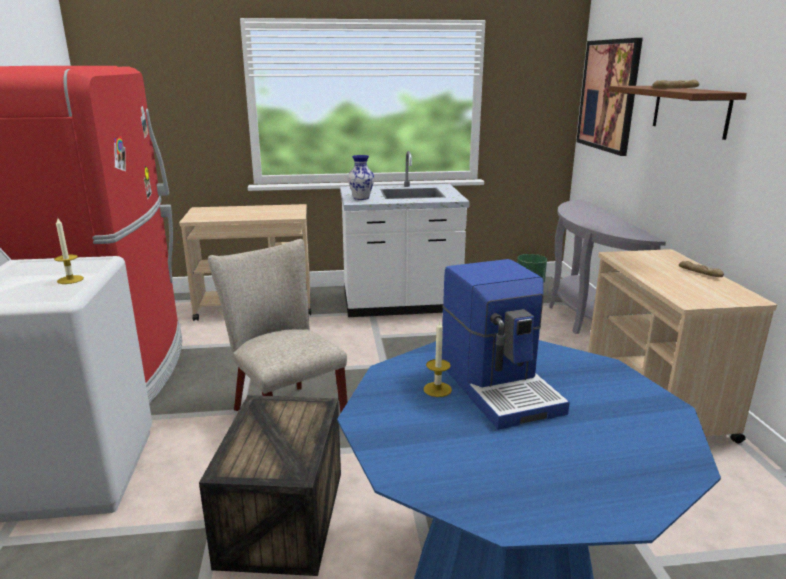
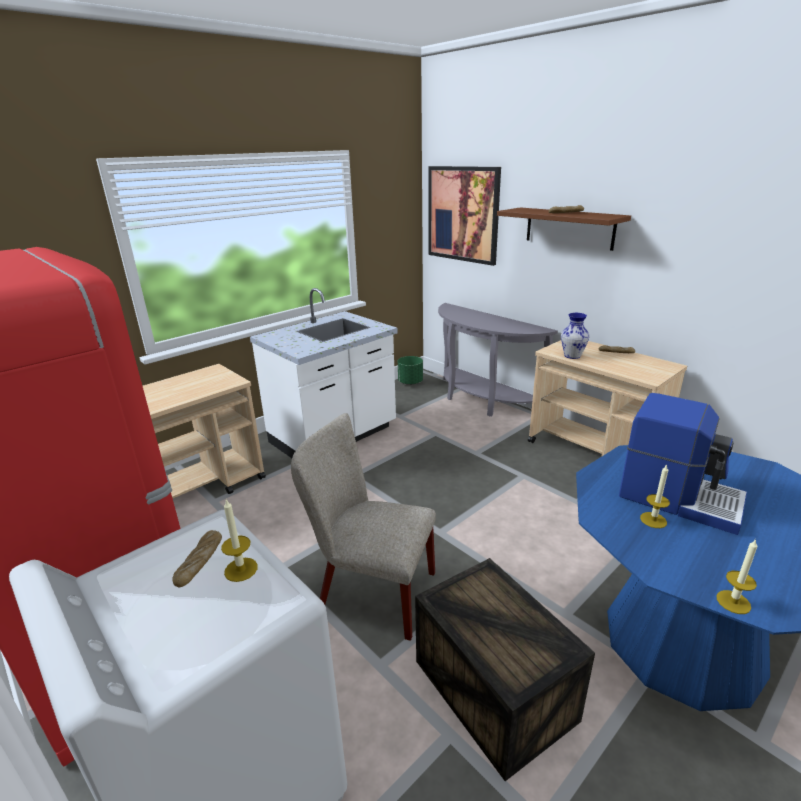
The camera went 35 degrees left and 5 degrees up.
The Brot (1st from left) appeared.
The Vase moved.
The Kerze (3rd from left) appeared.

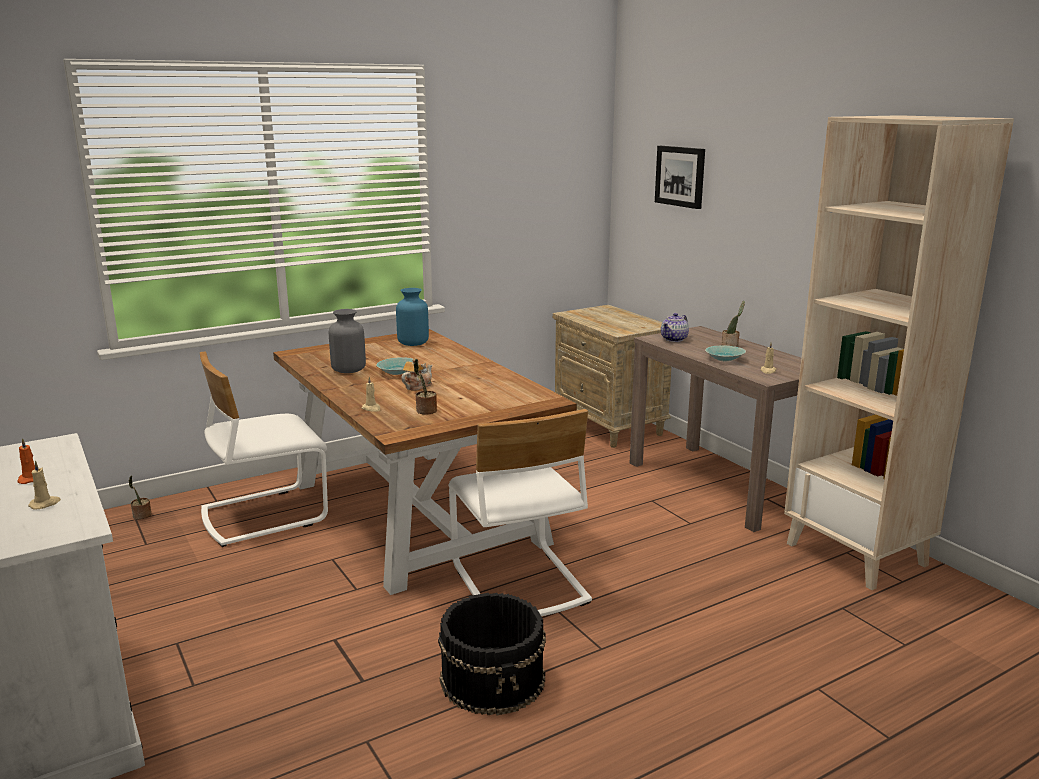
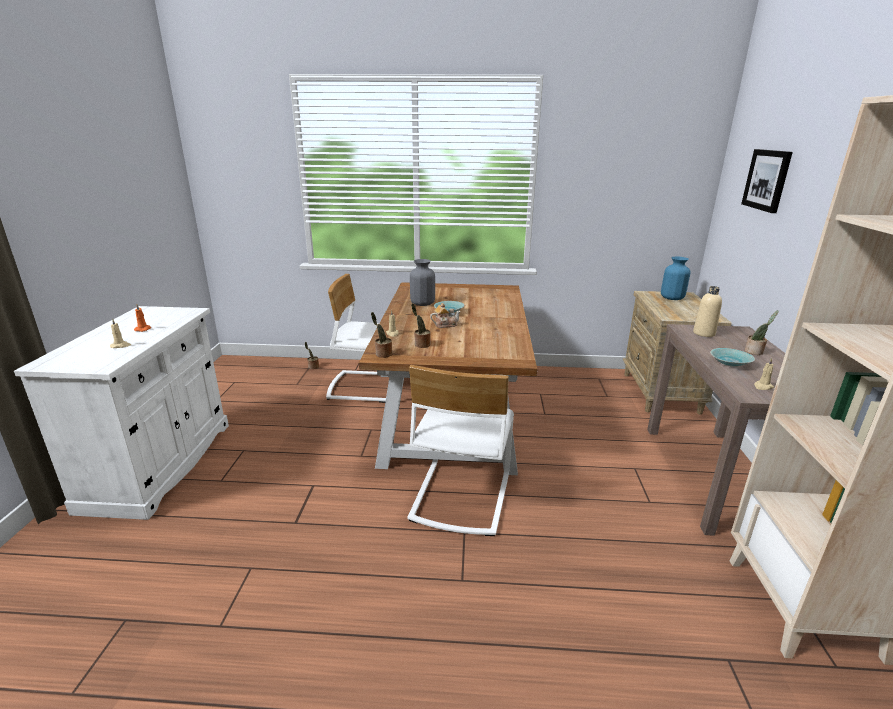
The camera went 35 degrees right and 5 degrees up.
The Topfpflanze (2nd from left) appeared.
The Vase/blau moved.
The Teekanne (2nd from left) was replaced by the Flasche/beige.
The Eimer/schwarz disappeared.

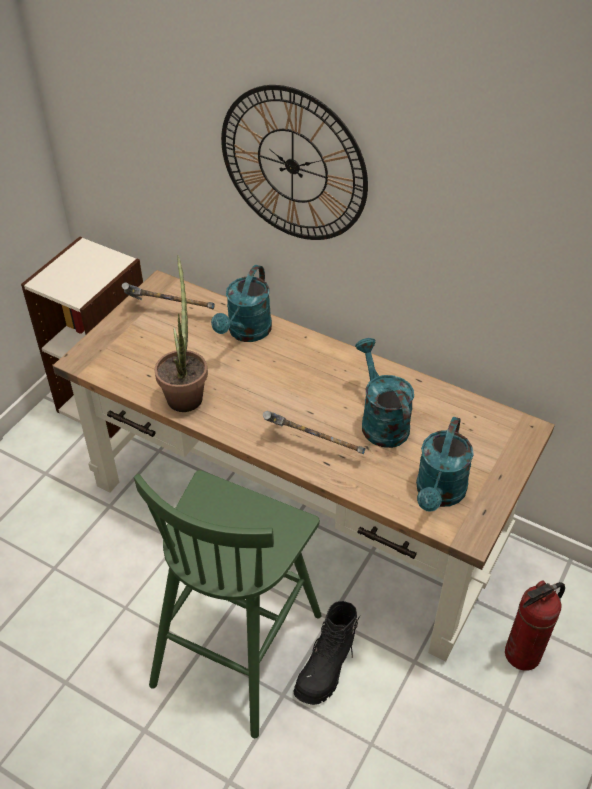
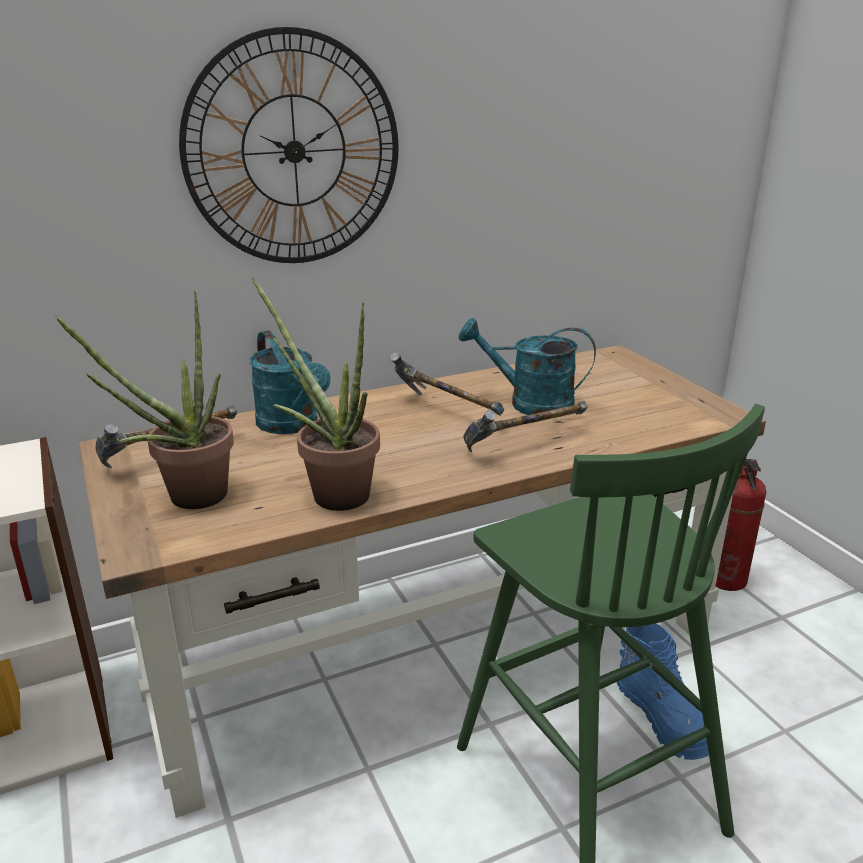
The camera went 55 degrees left and 20 degrees down.
The Topfpflanze (1st from left) appeared.
The Hammer (2nd from left) appeared.
The Stiefel/schwarz became the Stiefel/blau.
The Gießkanne/türkis (3rd from left) disappeared.

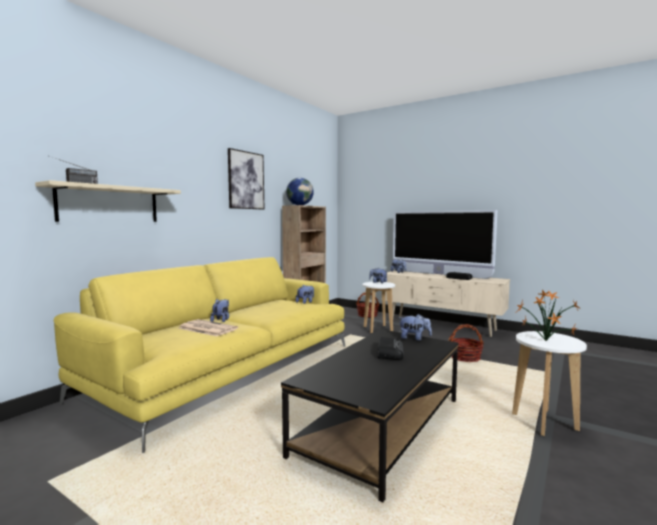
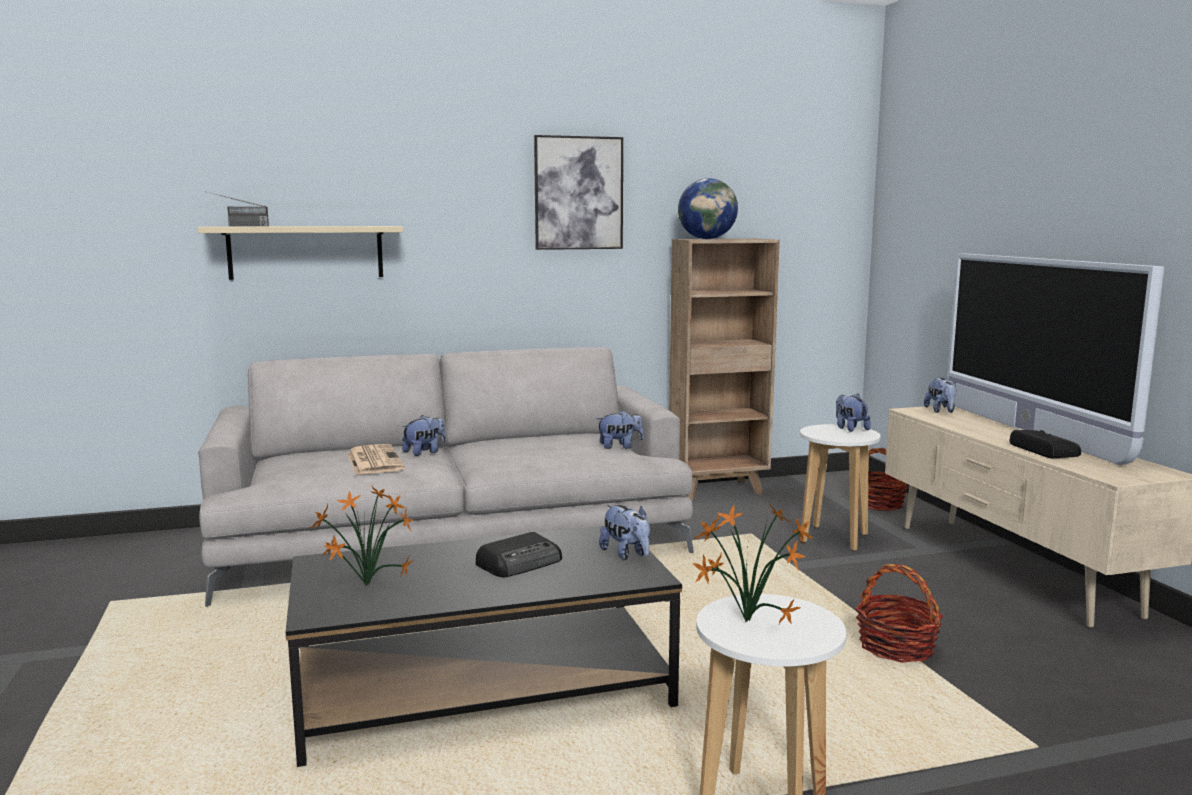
The camera went 40 degrees right and 5 degrees up.
The Sofa/gelb became the Sofa/grau.
The Topfpflanze (1st from left) appeared.

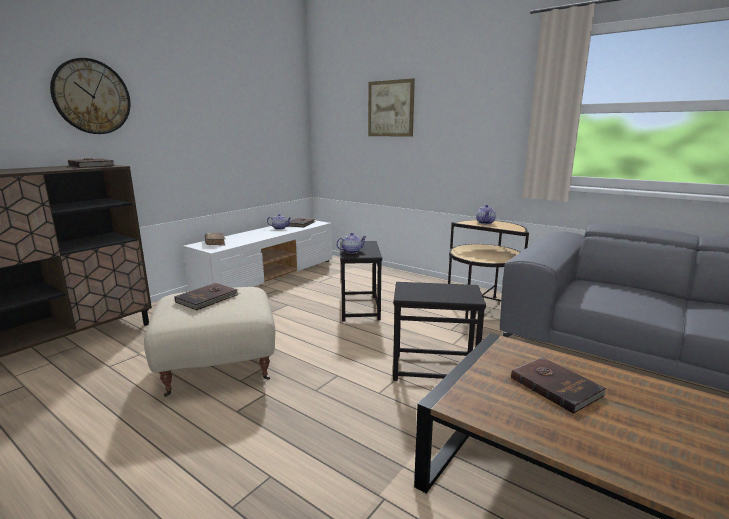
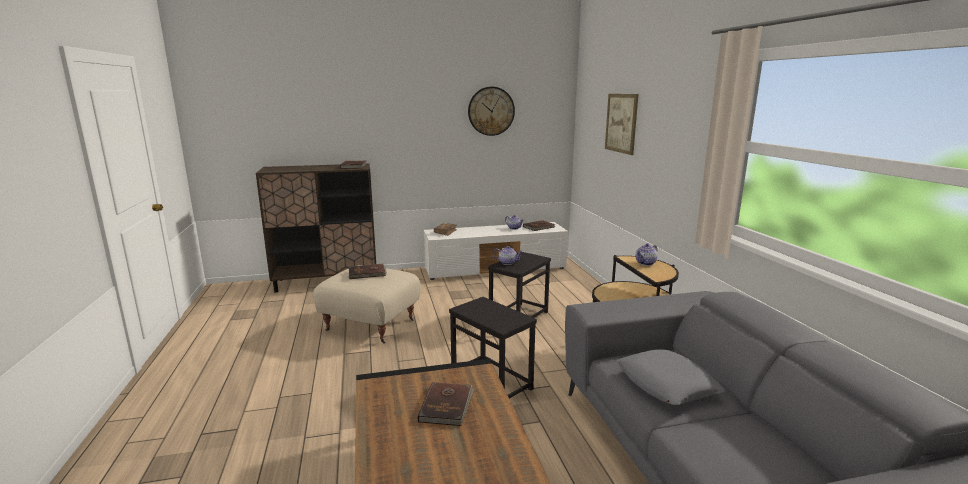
The camera went 40 degrees right and 0 degrees up.
The Wanduhr moved.
The Kissen/grau appeared.

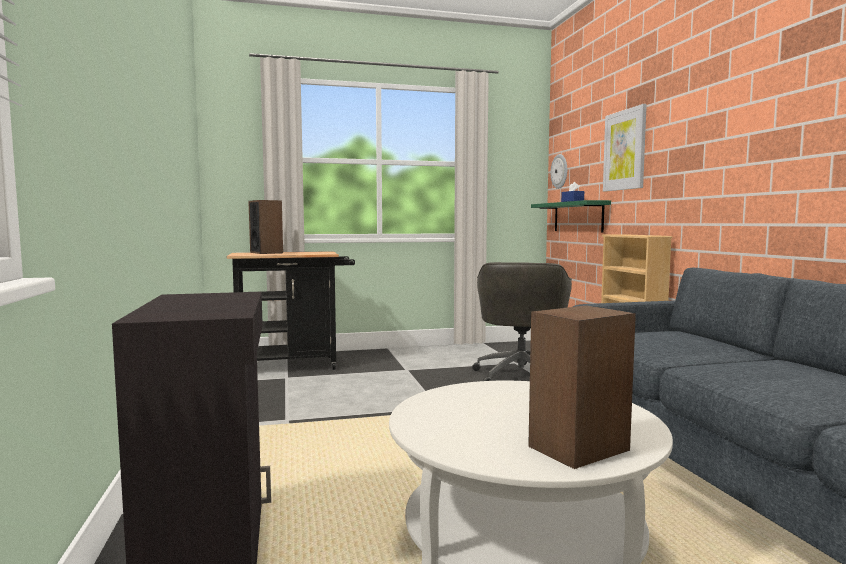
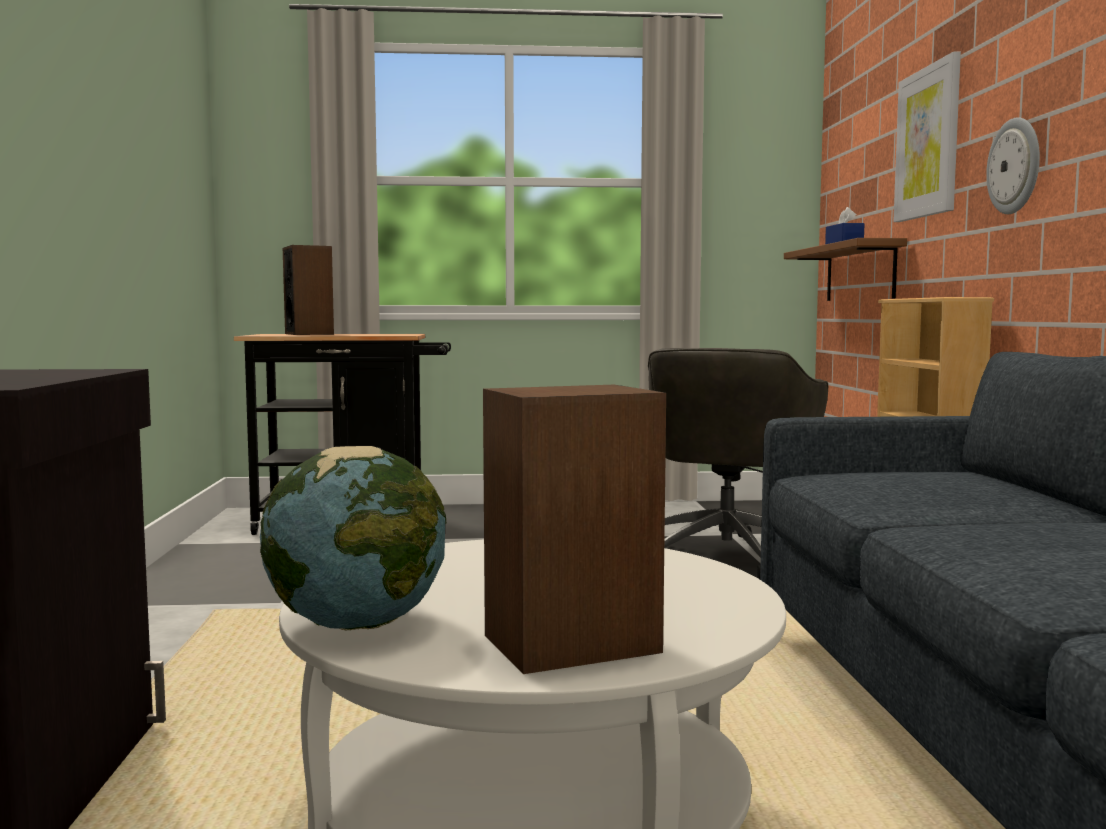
The camera went 10 degrees right and 0 degrees up.
The Globus appeared.
The Wandregal/grün became the Wandregal/braun.
The Wanduhr moved.

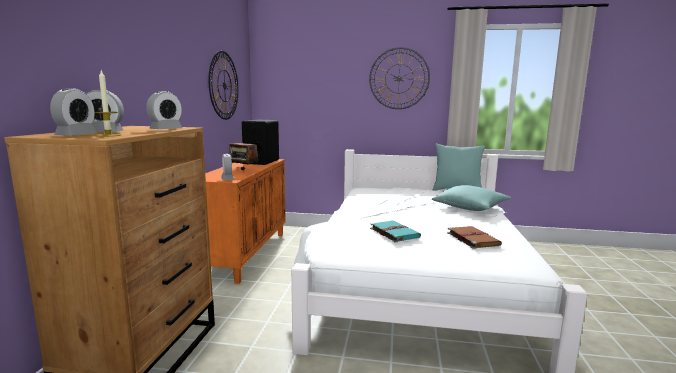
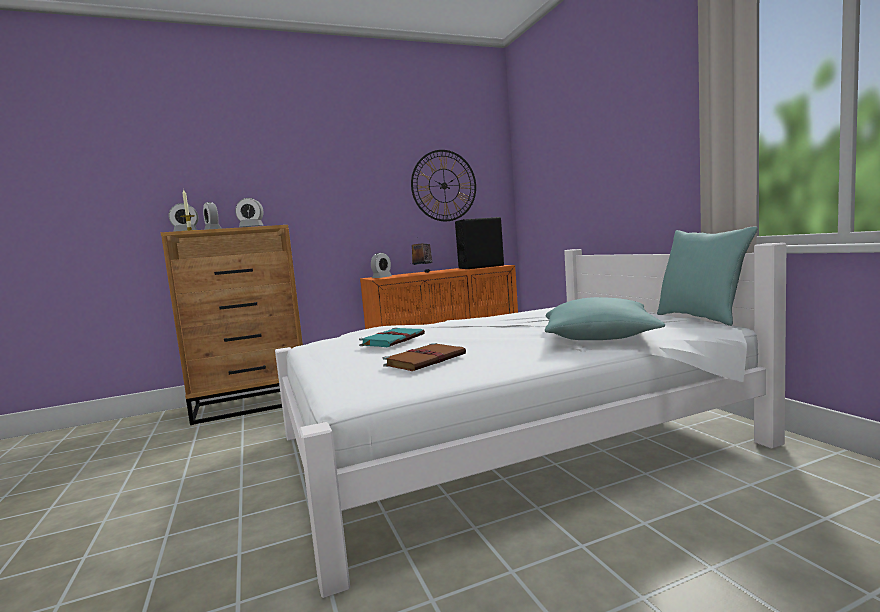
The camera went 60 degrees right and 5 degrees down.
The Wanduhr (2nd from left) disappeared.

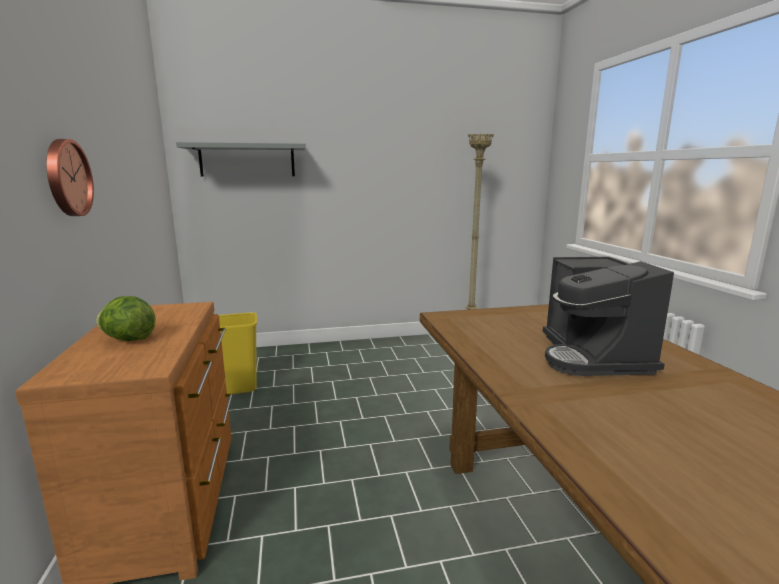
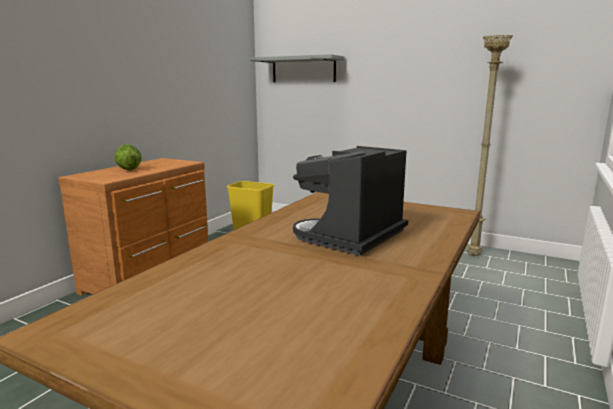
The camera went 40 degrees right and 0 degrees up.
The Wanduhr disappeared.

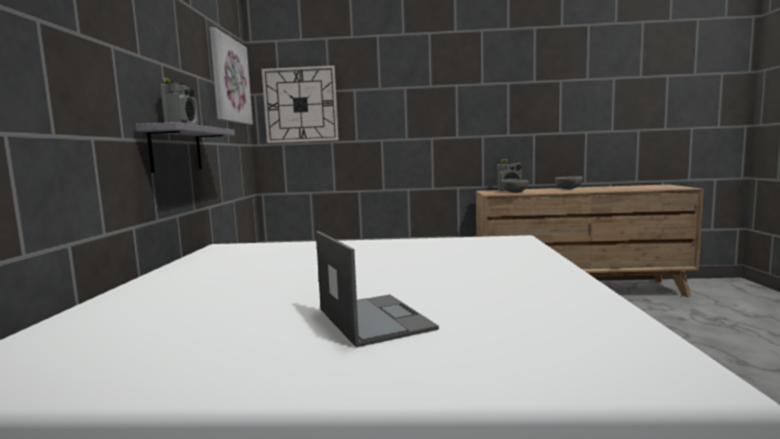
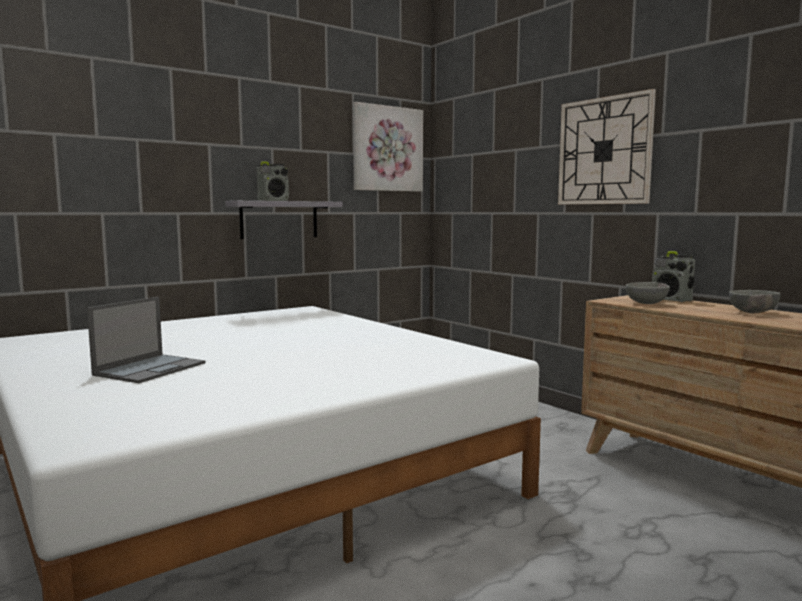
The camera went 50 degrees right and 0 degrees up.
The Wanduhr moved.

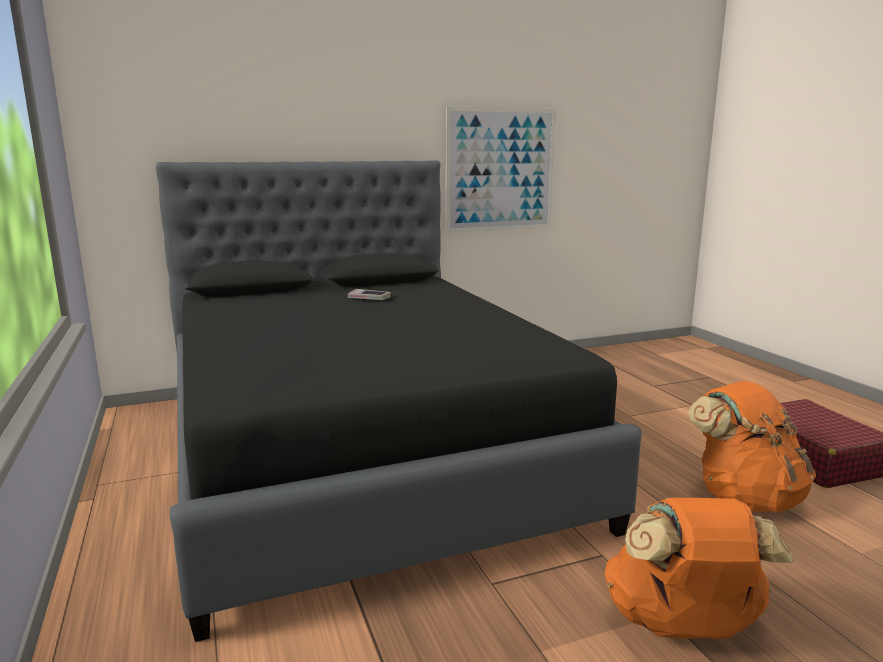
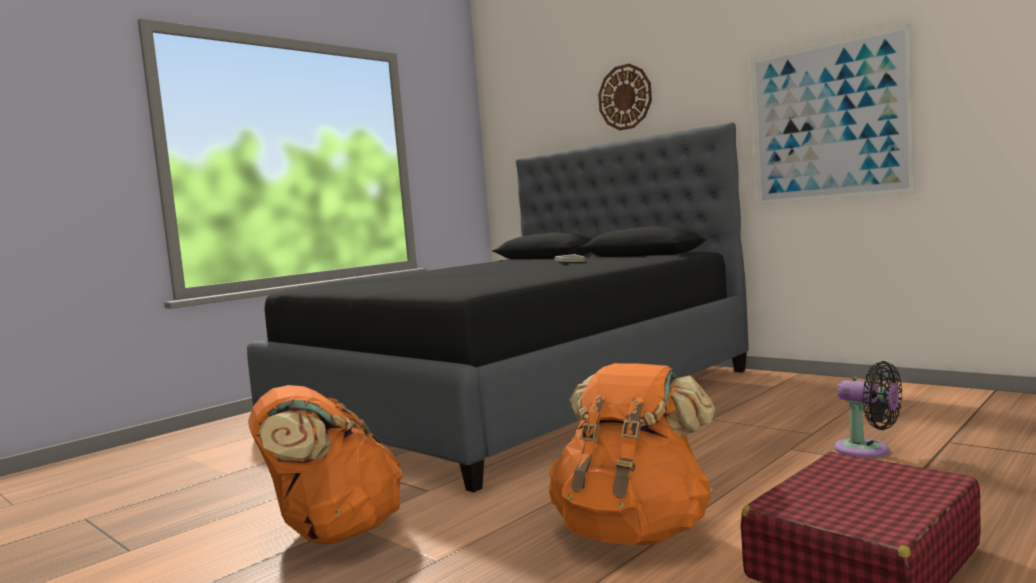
The camera went 65 degrees right and 10 degrees down.
The Wanduhr appeared.
The Ventilator/schwarz appeared.

